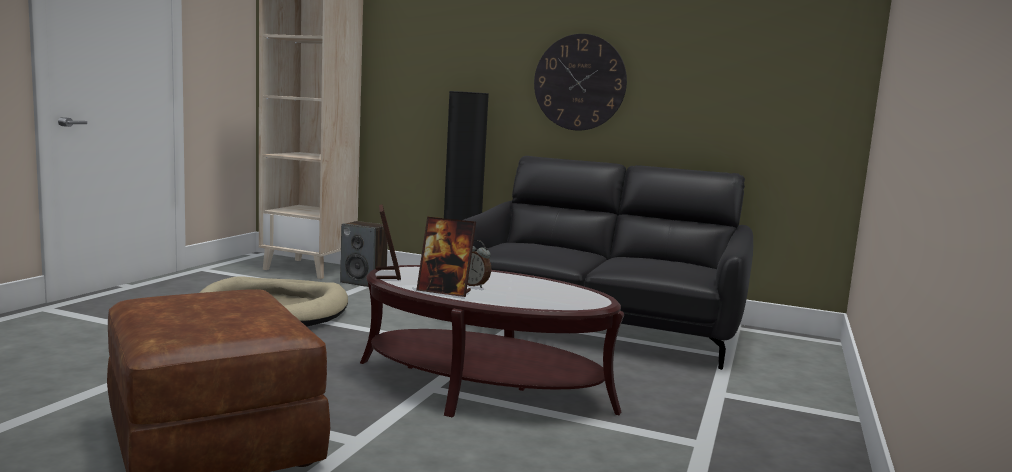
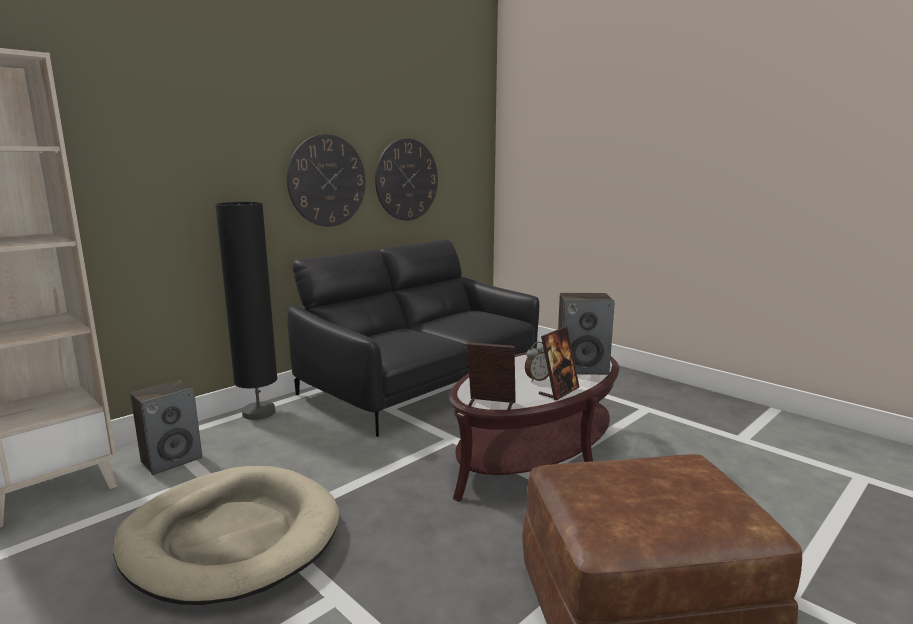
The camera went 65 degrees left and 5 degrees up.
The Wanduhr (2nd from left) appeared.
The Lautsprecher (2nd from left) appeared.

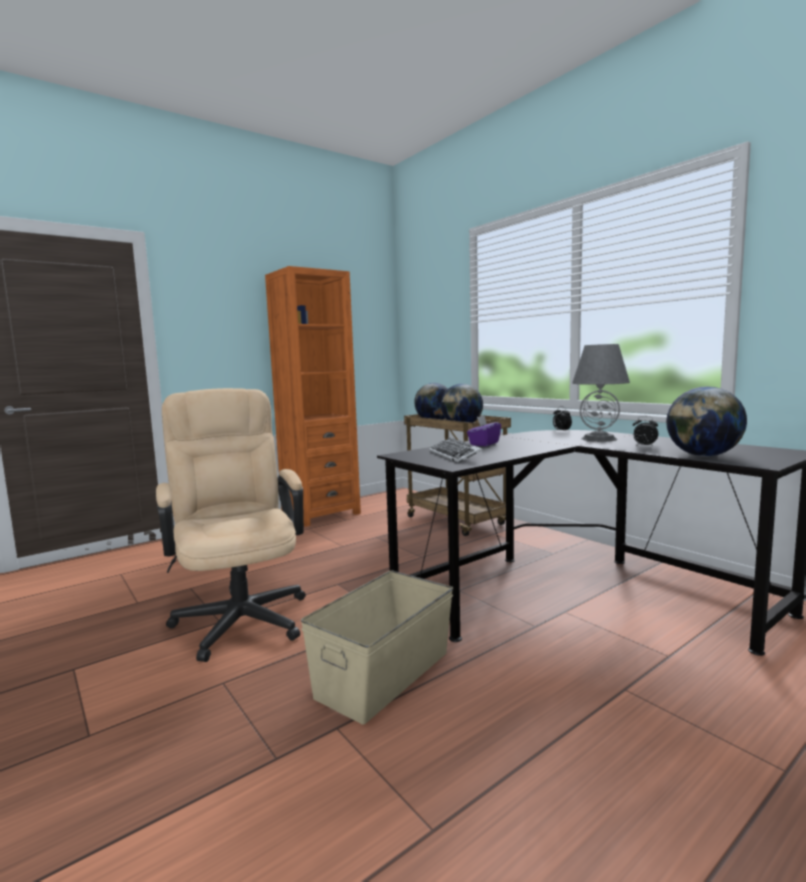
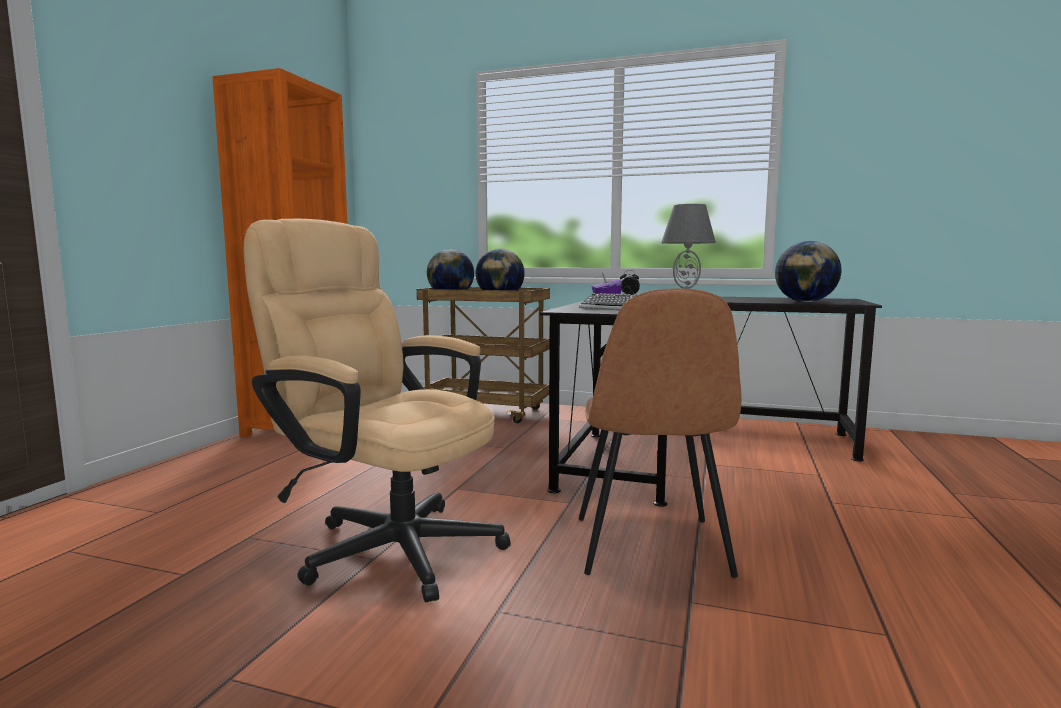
The camera went 35 degrees left and 0 degrees up.
The Aufbewahrungsbox/beige was replaced by the Stuhl/braun.
The Wecker (2nd from left) disappeared.

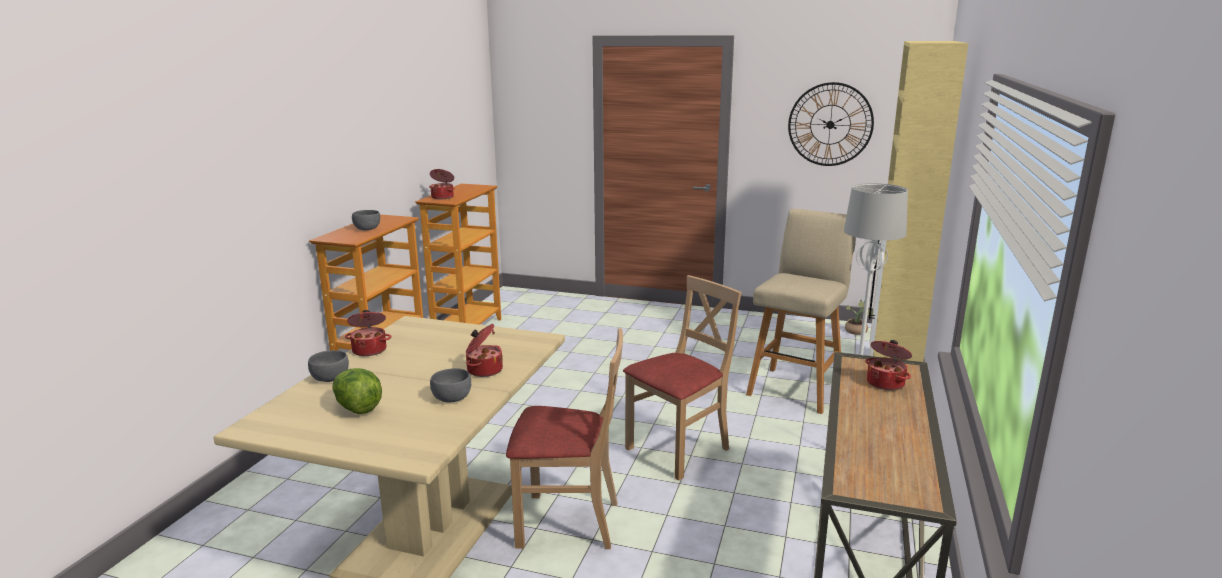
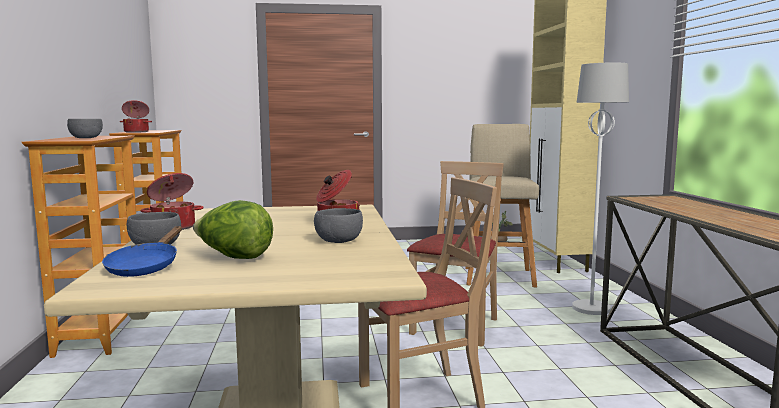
The camera went 25 degrees left and 10 degrees down.
The Pfanne/blau appeared.
The Wanduhr disappeared.
The Kochtopf (4th from left) disappeared.

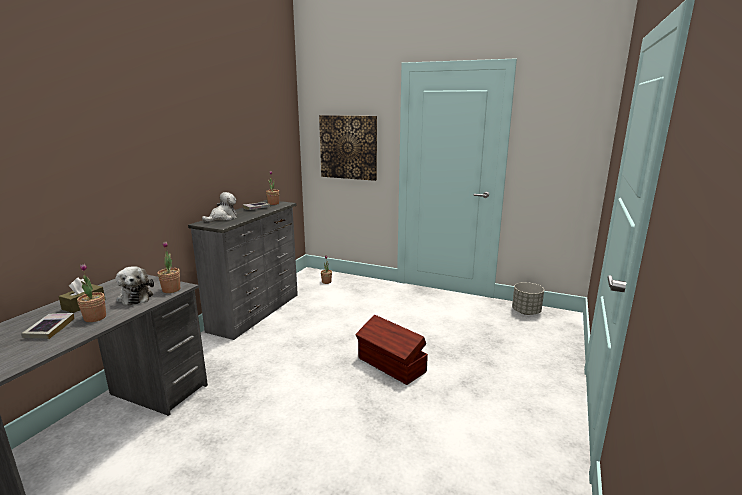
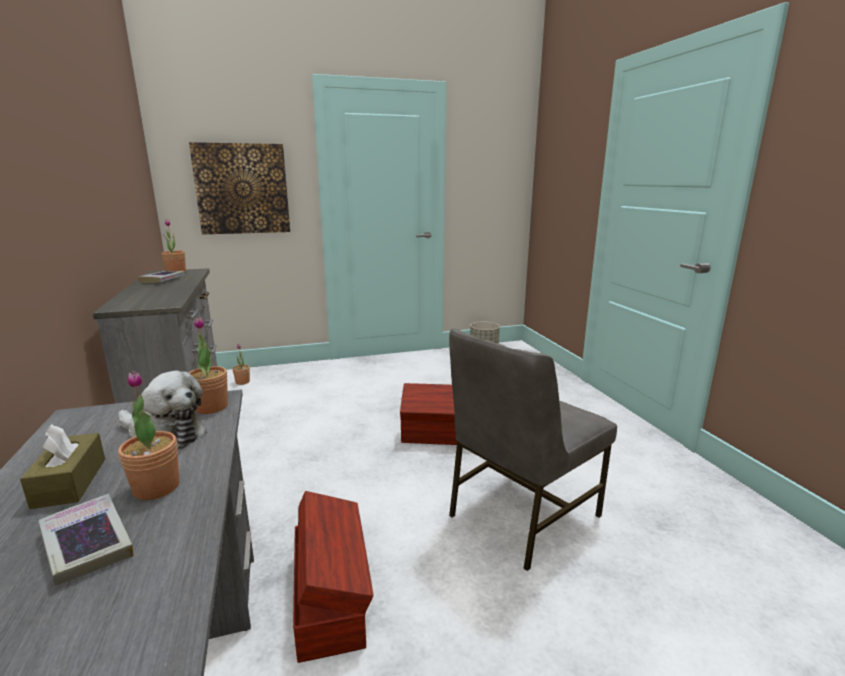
The camera went 40 degrees left and 0 degrees up.
The Aufbewahrungsbox/braun (1st from left) appeared.
The Stuhl/grau appeared.
The Plüschtier (2nd from left) disappeared.

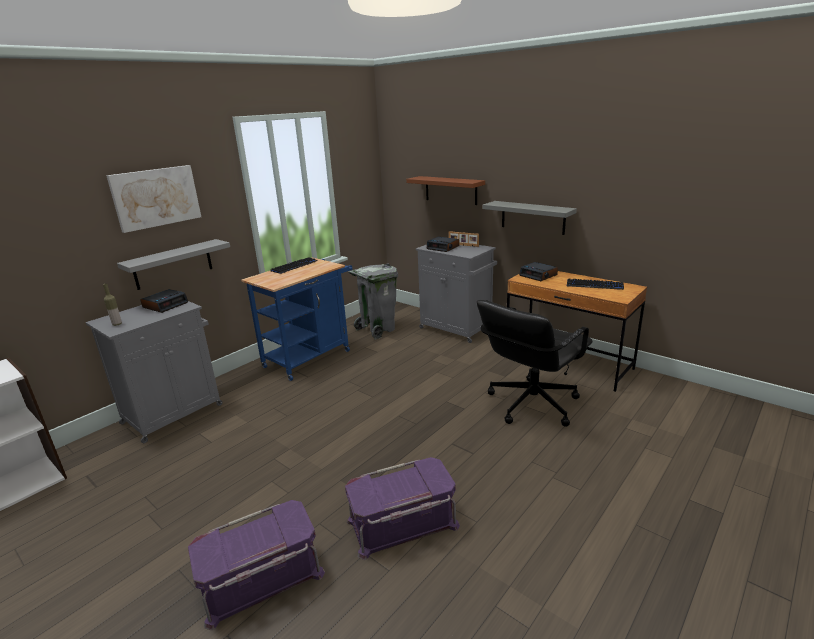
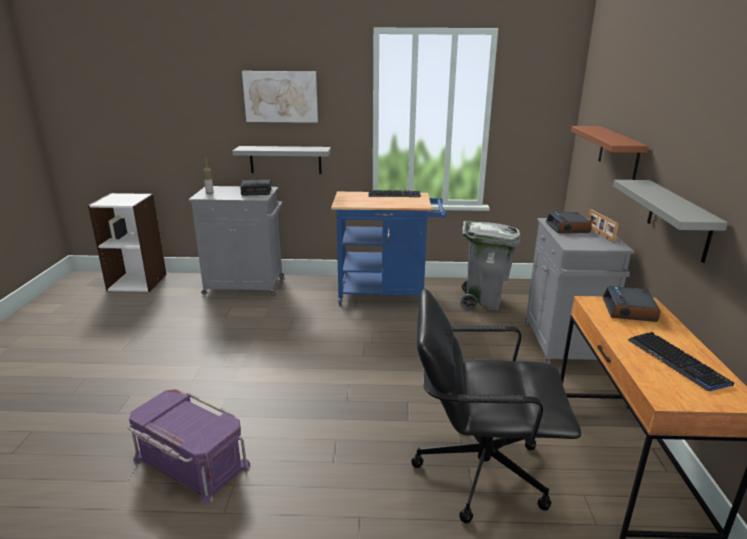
The camera went 50 degrees right and 0 degrees up.
The Aufbewahrungsbox/lila (1st from left) disappeared.

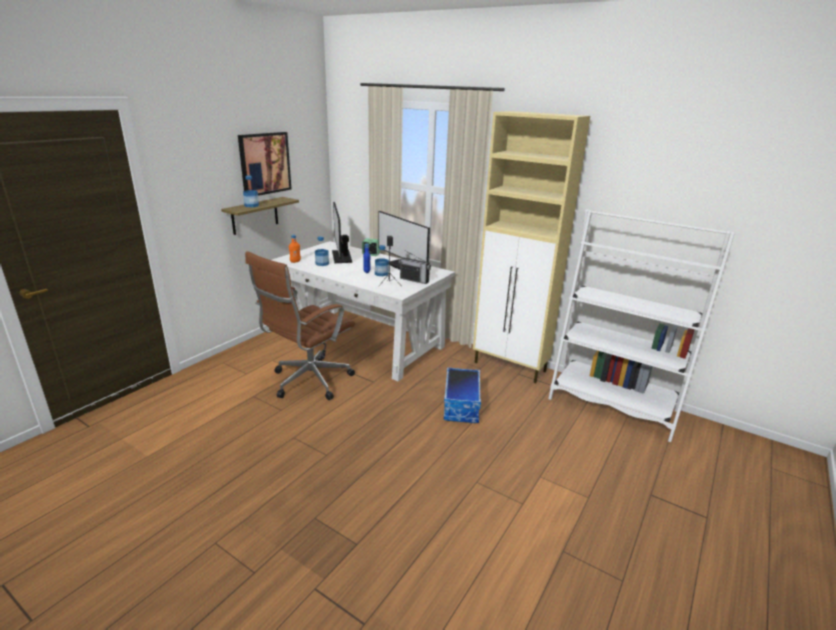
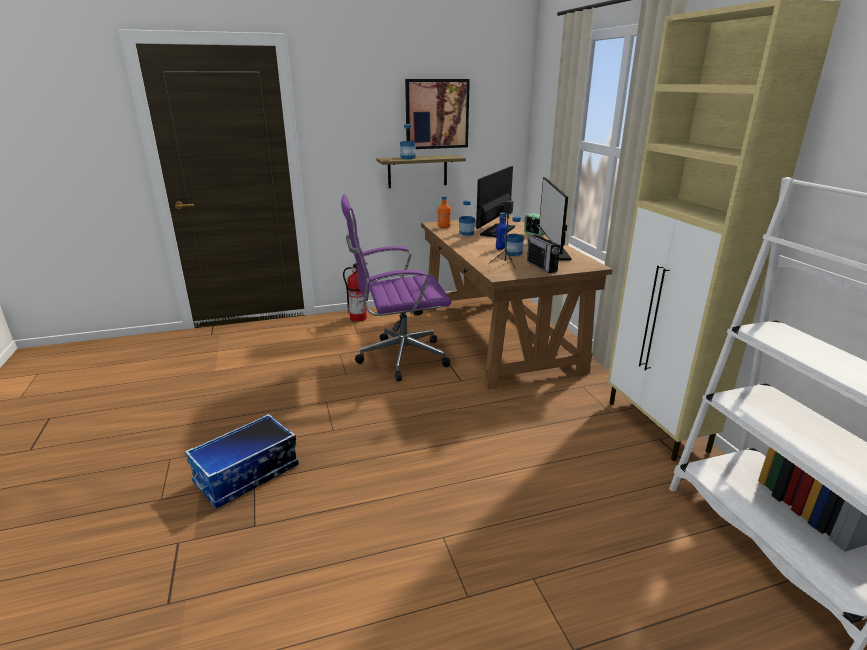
The camera went 40 degrees right and 0 degrees up.
The Aufbewahrungsbox moved.
The Bürostuhl/braun became the Bürostuhl/lila.
The Feuerlöscher appeared.
The Schreibtisch/weiß became the Schreibtisch/braun.

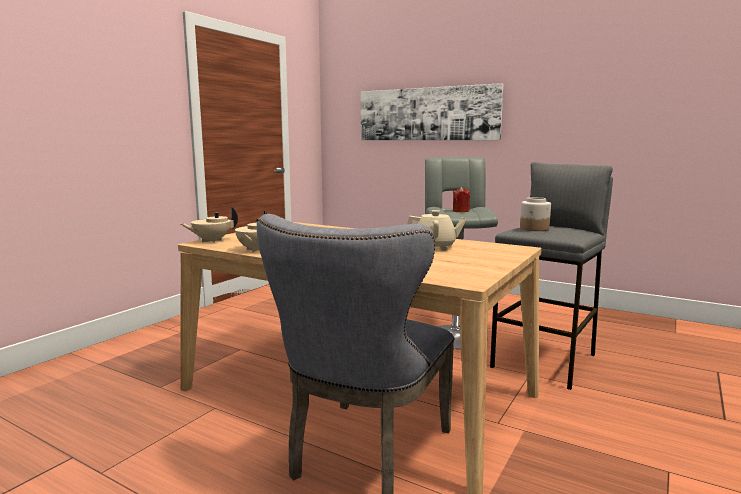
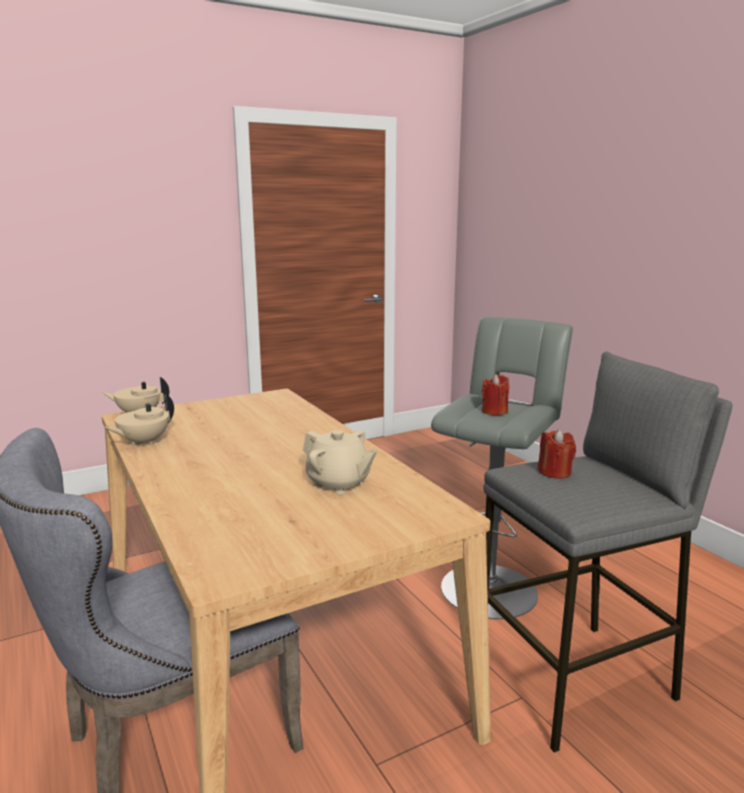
The camera went 30 degrees right and 5 degrees up.
The Vorratsglas was replaced by the Kerze/rot (2nd from left).
The Bild disappeared.

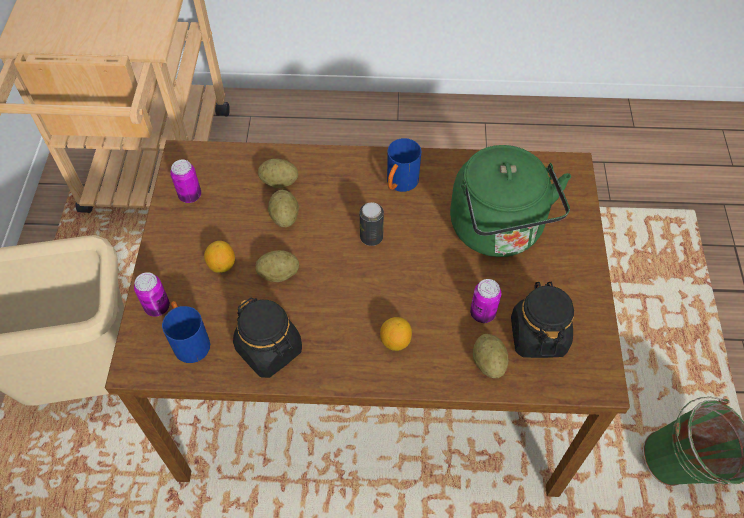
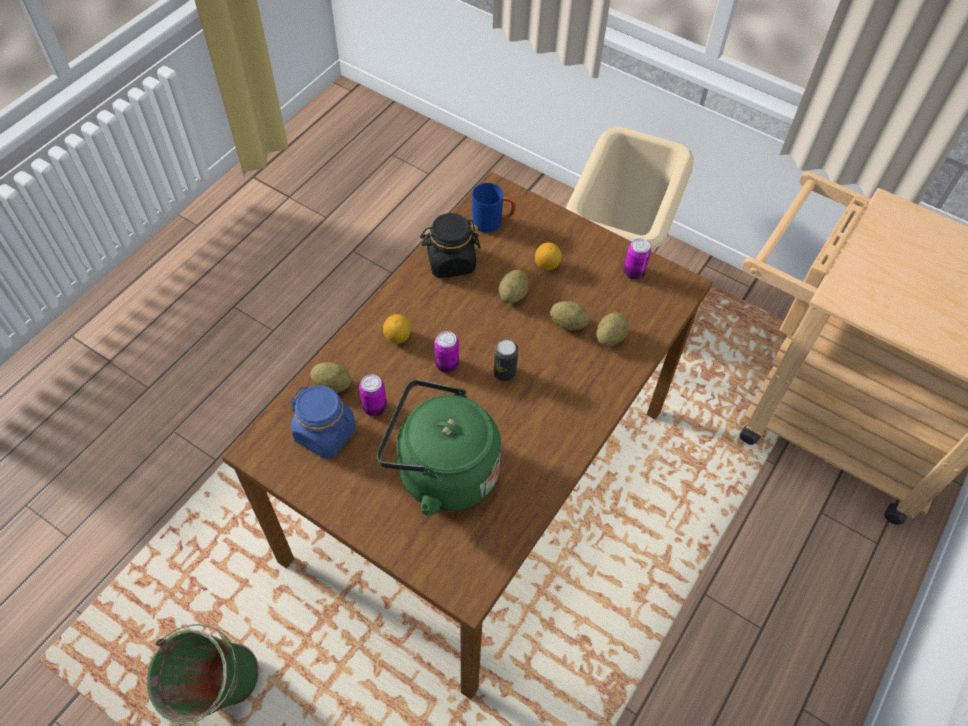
The camera went 120 degrees right and 0 degrees up.
The Vorratsglas/schwarz (2nd from left) became the Vorratsglas/blau.
The Dose (1st from left in the first image) moved.
The Henkelbecher/blau (2nd from left) disappeared.

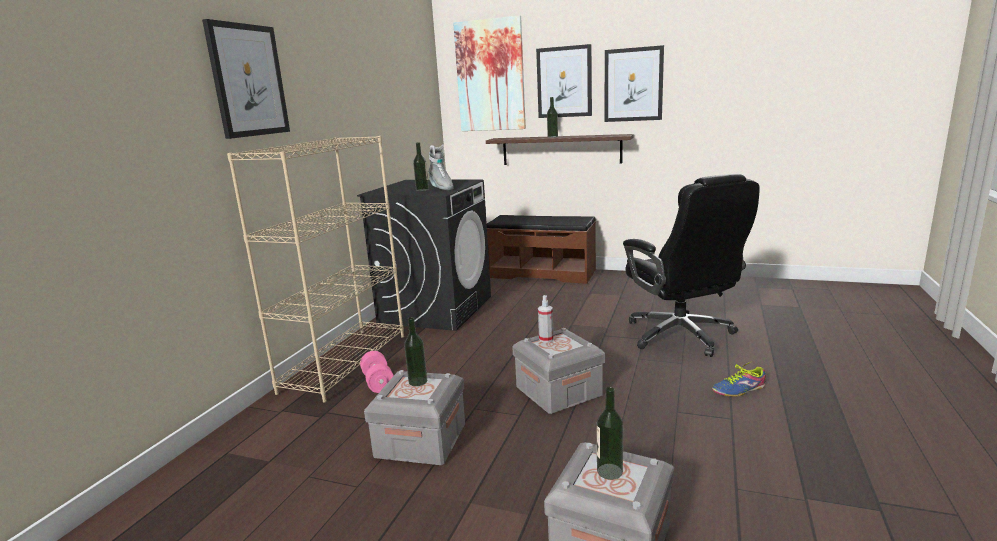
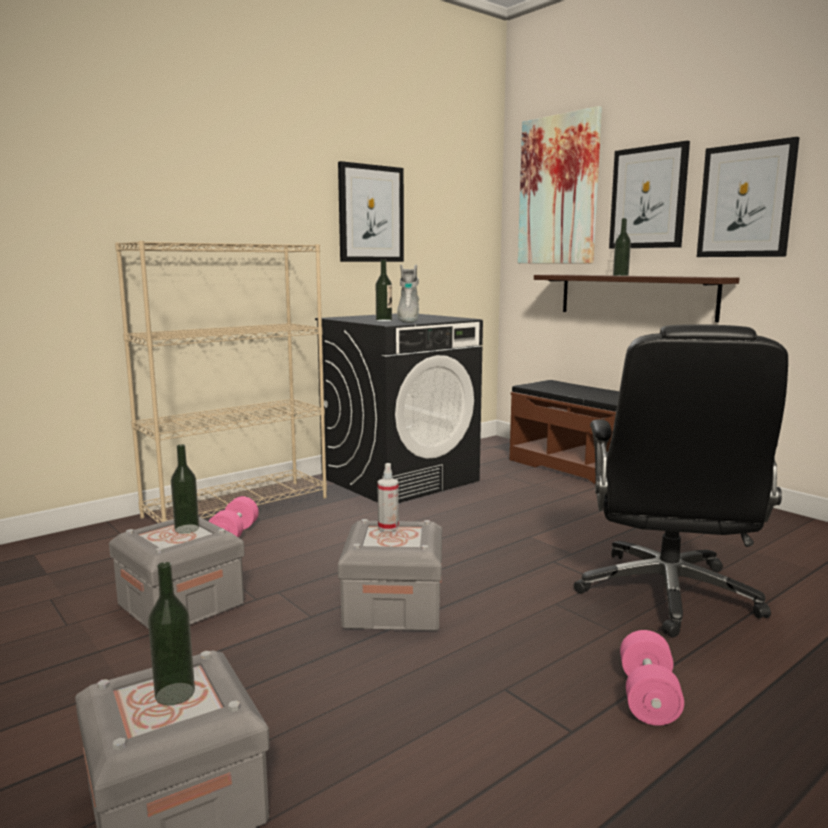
The camera went 30 degrees right and 5 degrees down.
The Bild (1st from left) moved.
The Schuh was replaced by the Hantel/rosa (2nd from left).

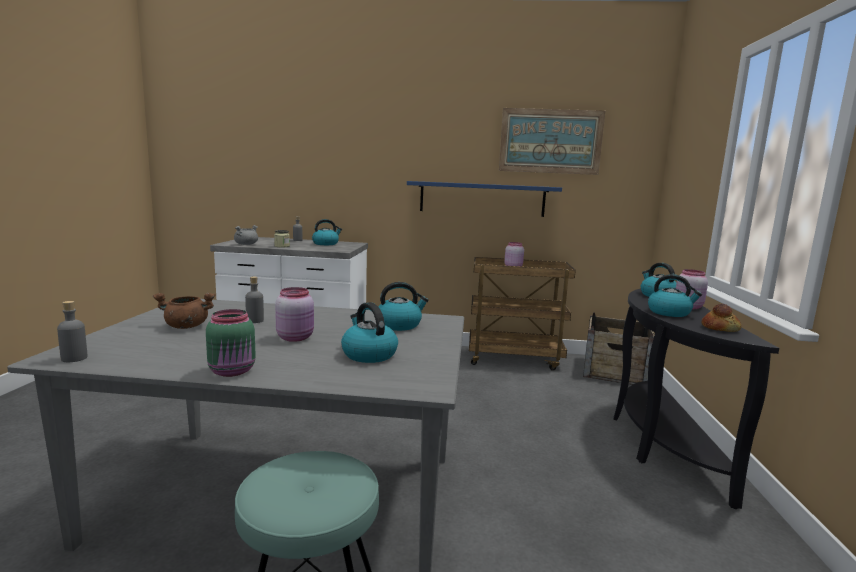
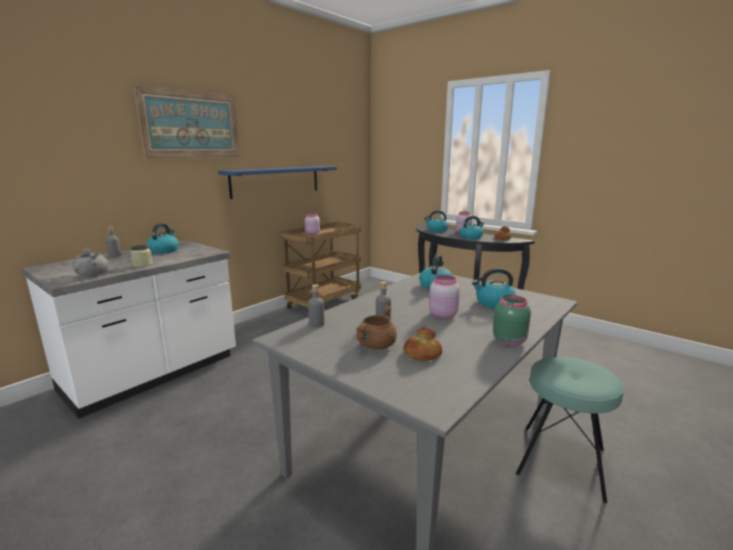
The camera went 55 degrees left and 5 degrees up.
The Bild moved.
The Flasche/grau (1st from left in the first image) moved.
The Brot (1st from left) appeared.
The Kiste disappeared.

